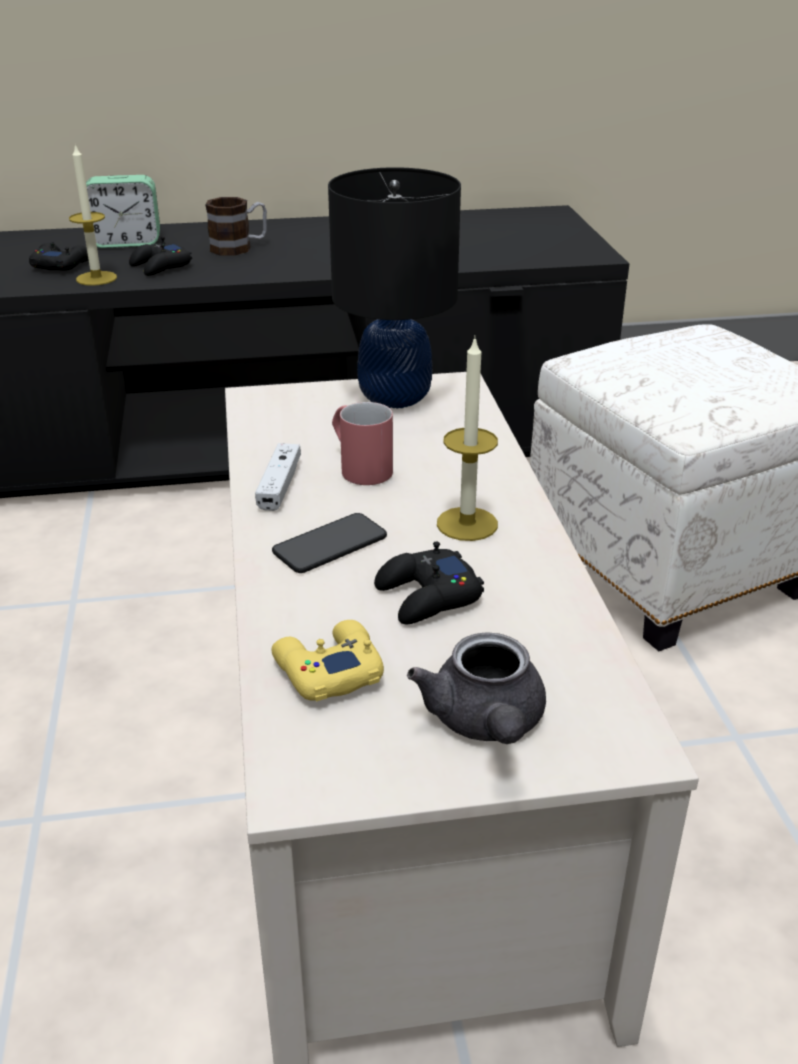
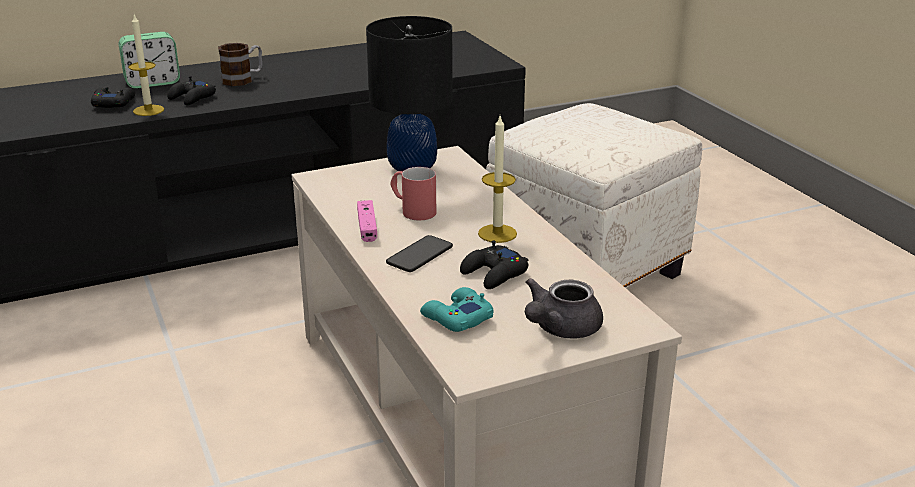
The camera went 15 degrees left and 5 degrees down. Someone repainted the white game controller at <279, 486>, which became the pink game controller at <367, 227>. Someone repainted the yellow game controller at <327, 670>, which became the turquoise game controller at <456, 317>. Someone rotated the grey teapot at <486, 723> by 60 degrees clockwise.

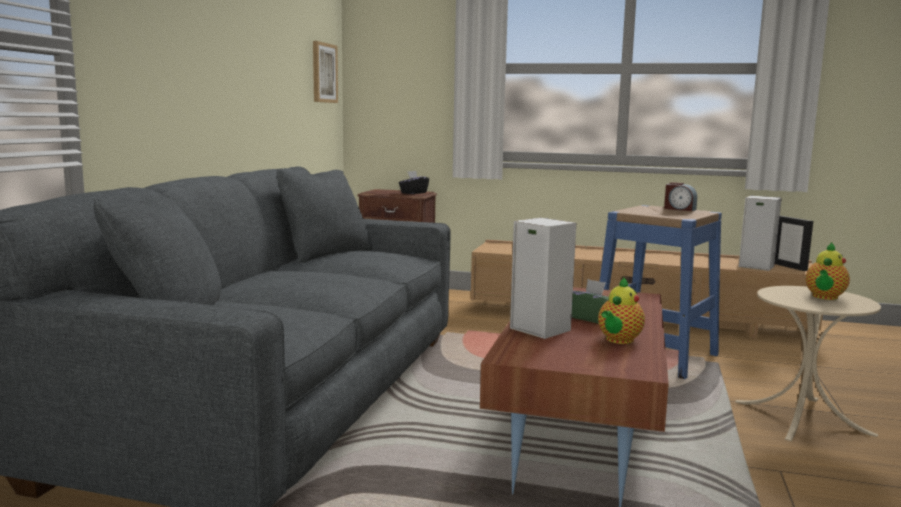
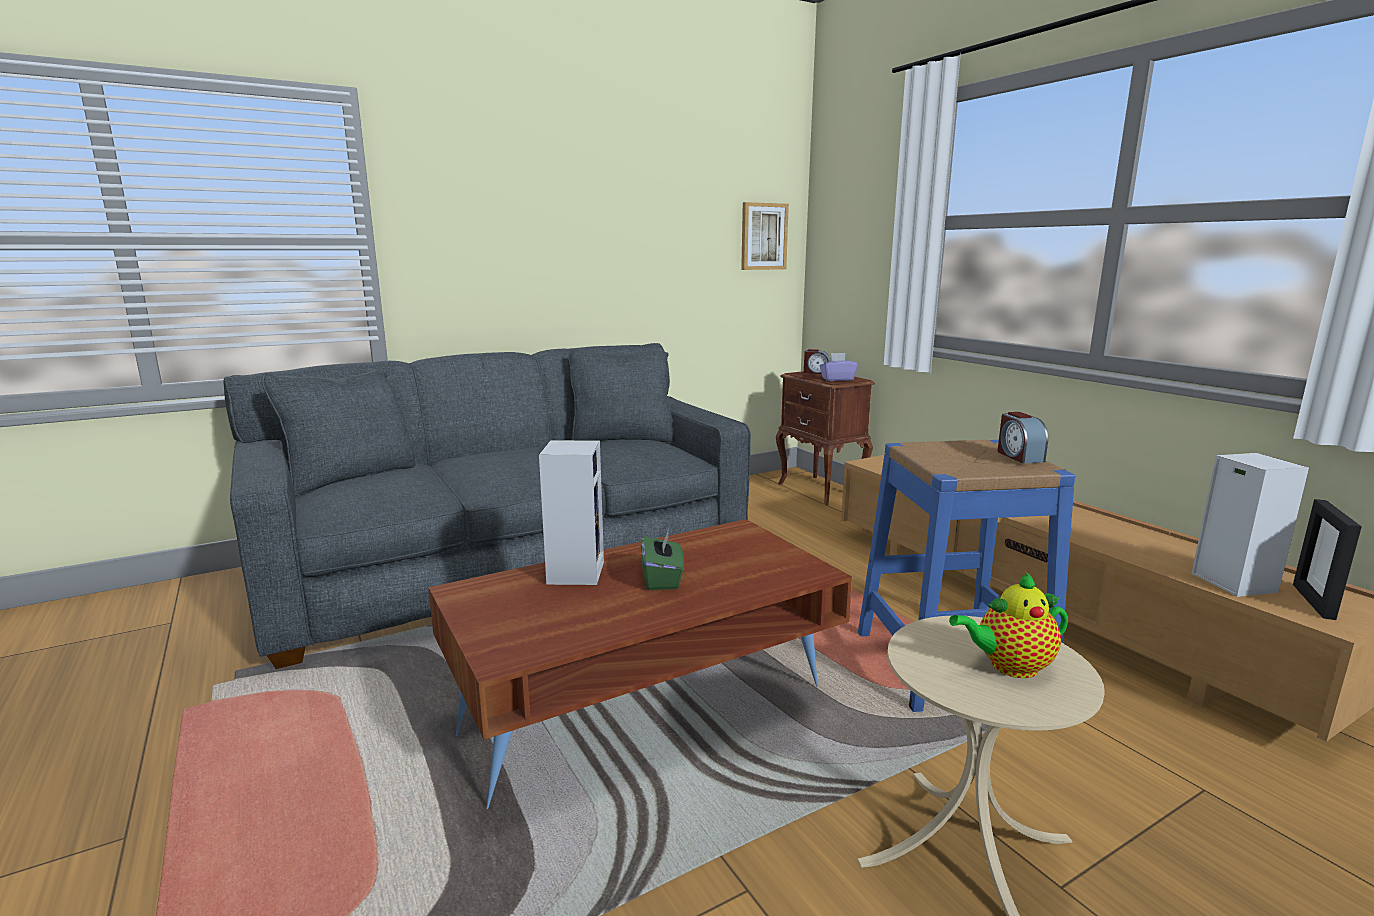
The camera went 45 degrees right and 5 degrees up. Someone repainted the black tissue box at <413, 193>, which became the purple tissue box at <837, 379>. Someone took away the teapot at <618, 340>. Someone put down the alarm clock at <816, 372>.

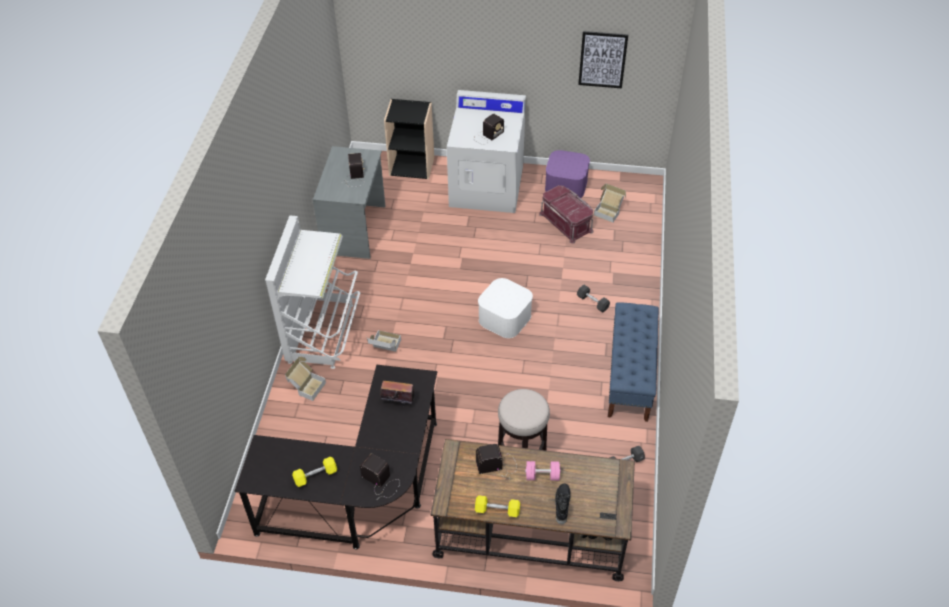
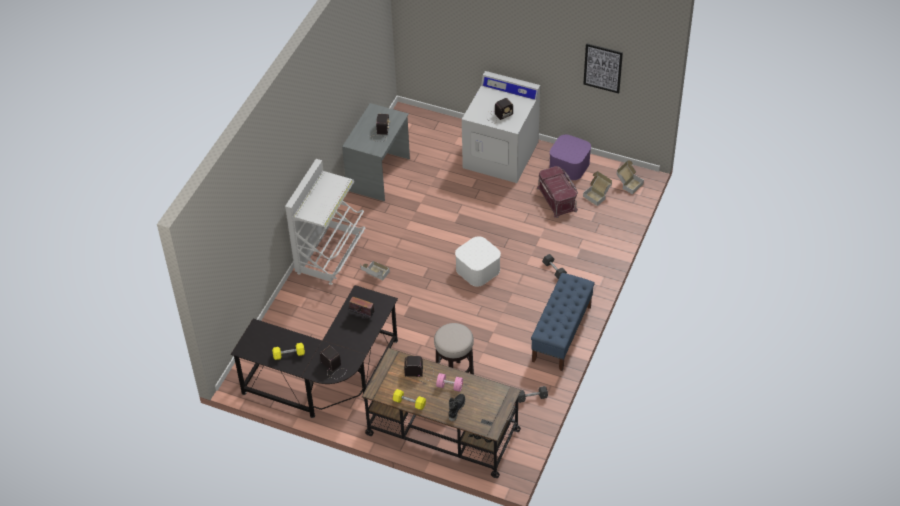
The camera went 15 degrees right and 0 degrees up. Someone took away the black bookcase at <412, 166>. Someone carried the cardboard box from <306, 386> to <628, 184>.

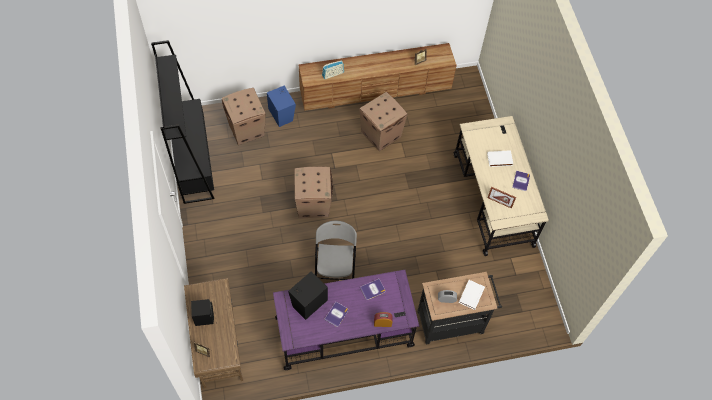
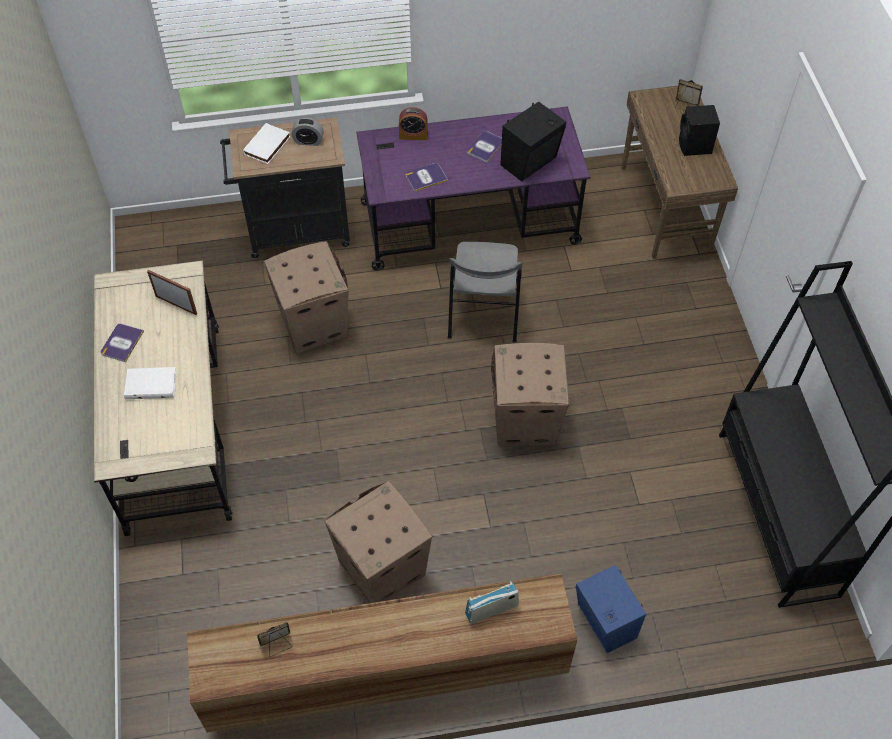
The camera went 175 degrees left and 5 degrees down. Someone carried the cardboard box from <247, 130> to <314, 323>.

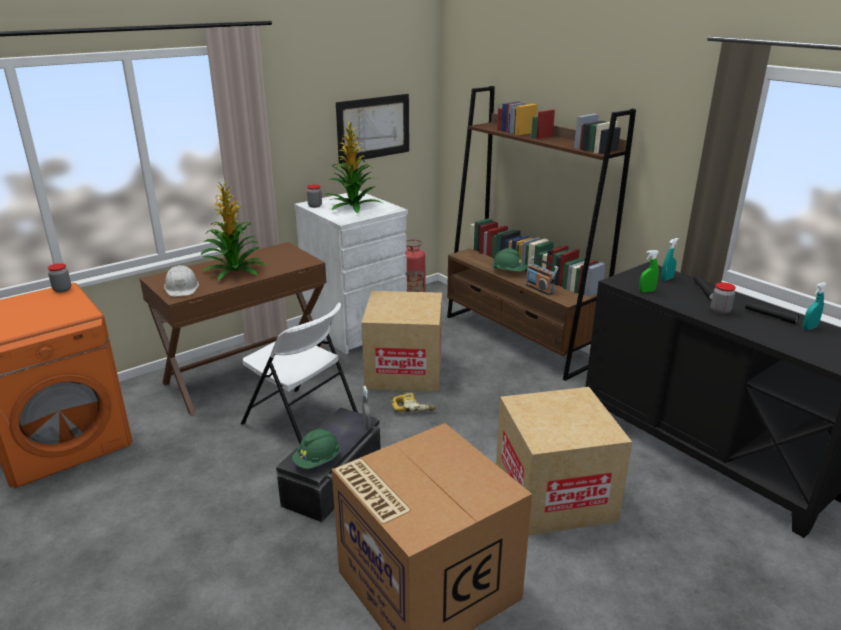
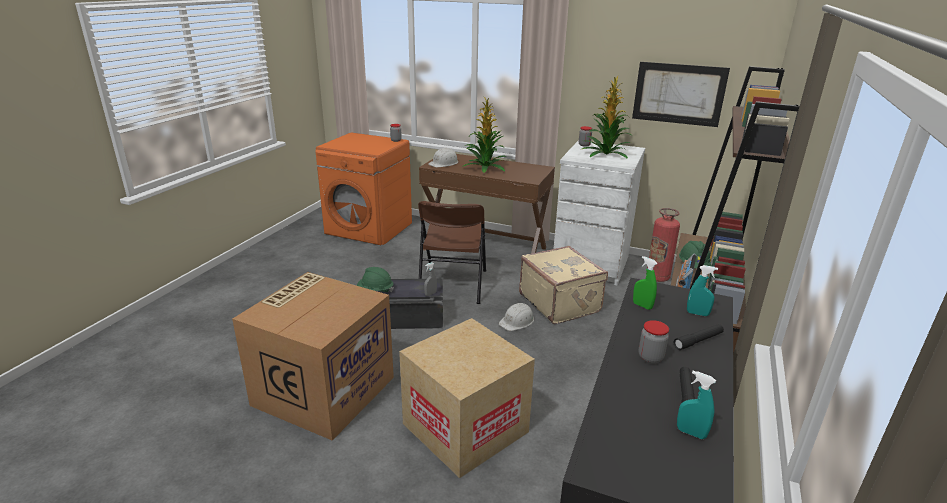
The camera went 60 degrees right and 0 degrees up. Someone swapped the cardboard box at <404, 371> for the beige suitcase at <560, 302>. Someone repainted the white chair at <300, 420>, which became the brown chair at <453, 284>. Someone swapped the power drill at <412, 406> for the white hard hat at <517, 321>.

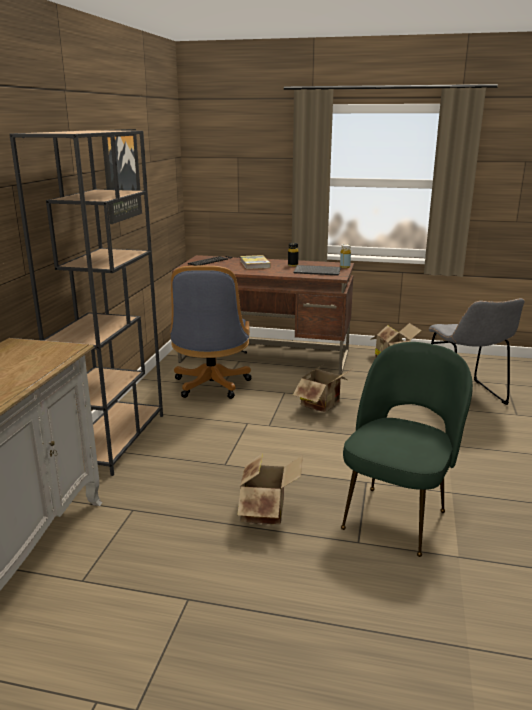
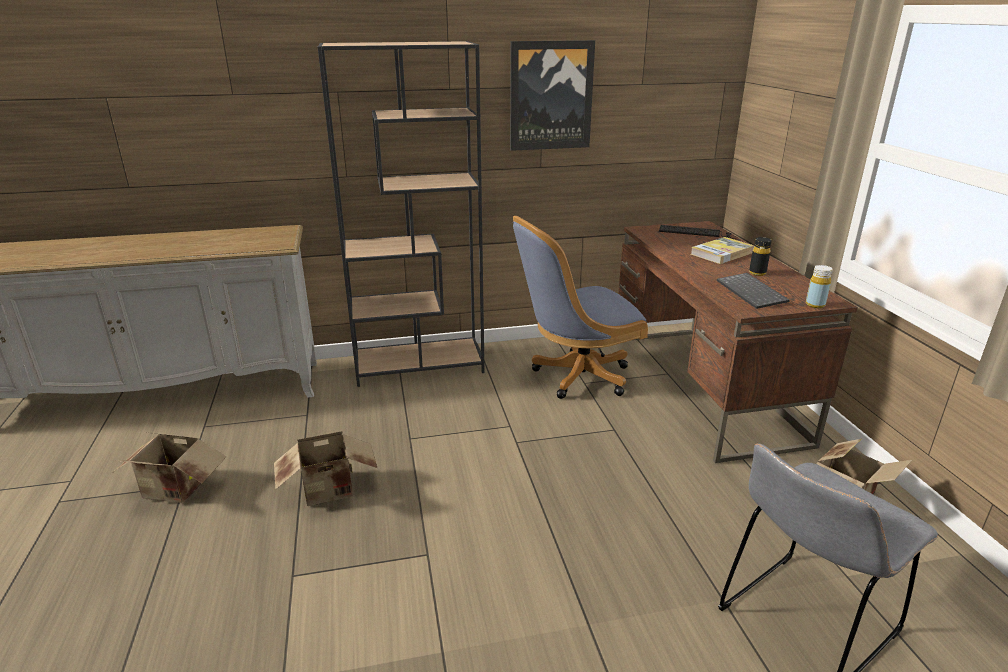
The camera went 65 degrees right and 5 degrees up. Someone took away the green chair at <397, 515>. Someone carried the cardboard box from <323, 405> to <174, 491>.

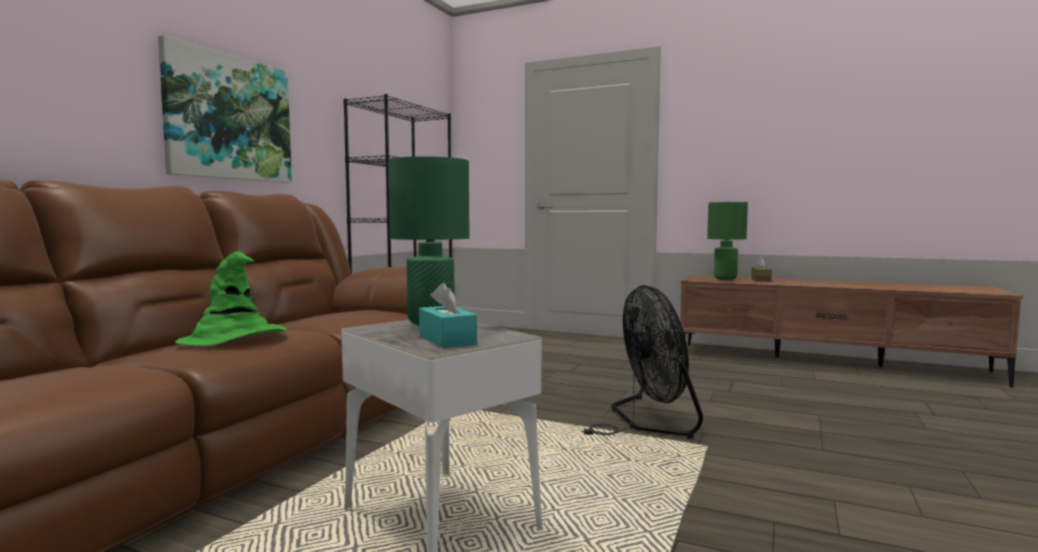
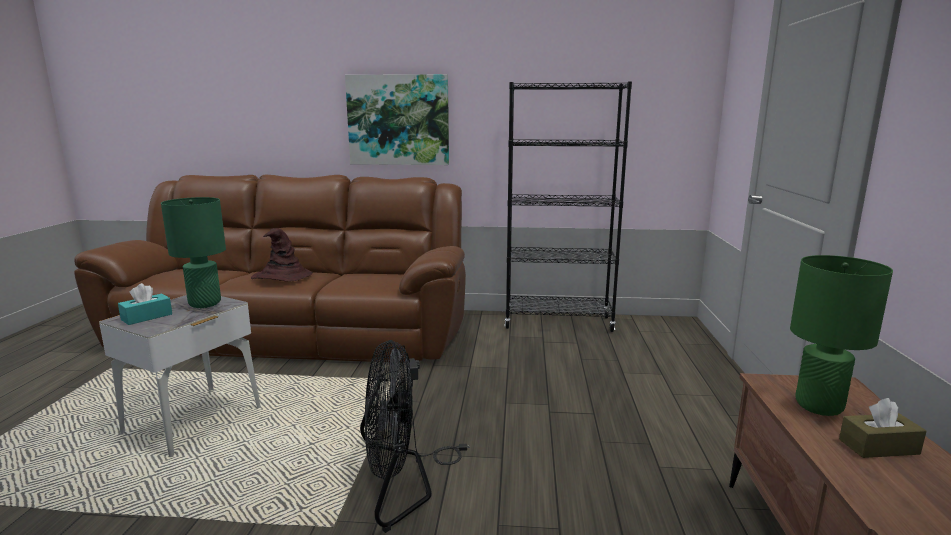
The camera went 70 degrees right and 10 degrees up. Someone repainted the green hat at <233, 338>, which became the brown hat at <281, 277>. Someone rotated the black fan at <641, 419> by 105 degrees clockwise.

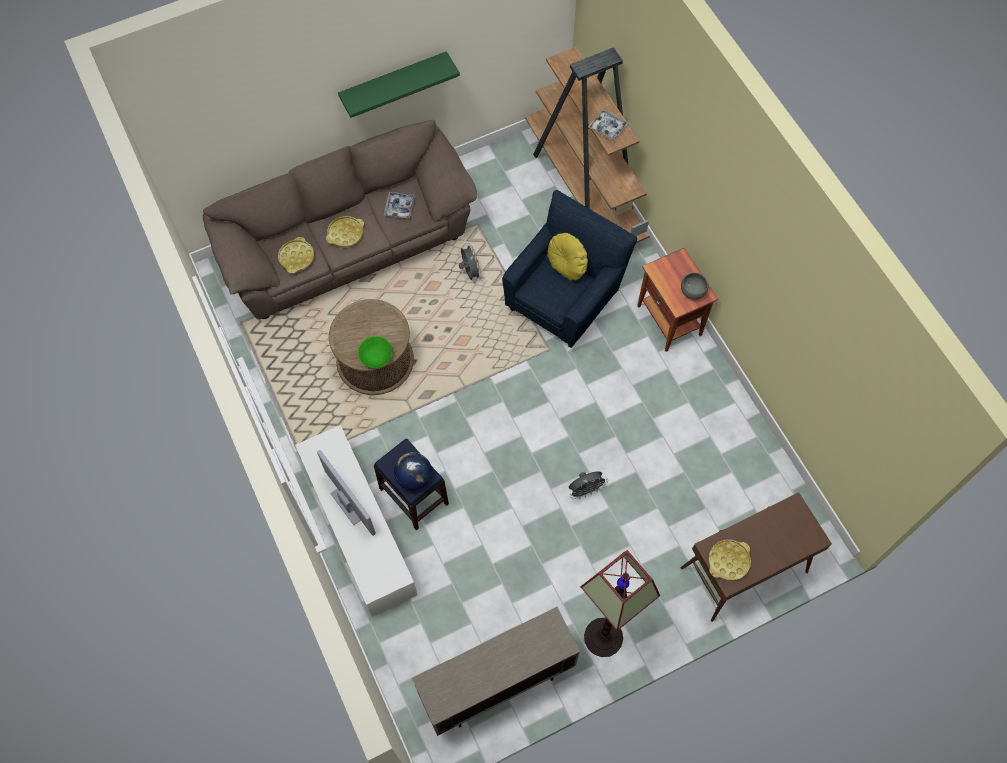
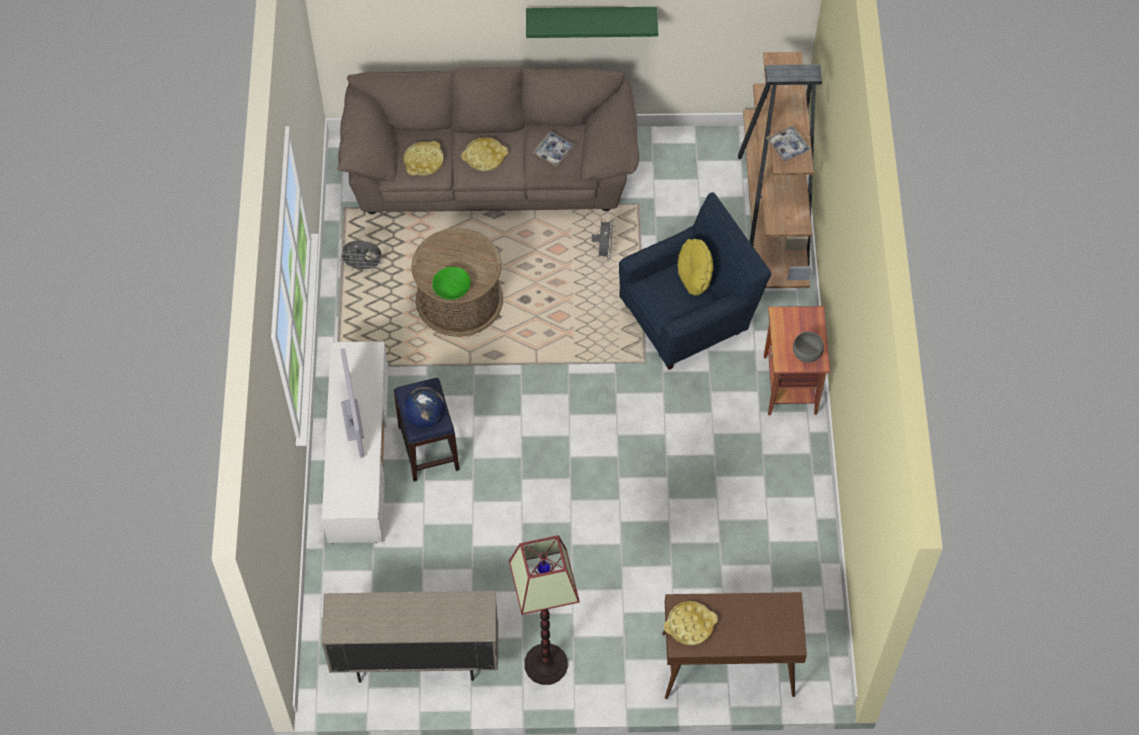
The camera went 25 degrees right and 5 degrees down. Someone carried the grey fan from <585, 490> to <363, 266>.

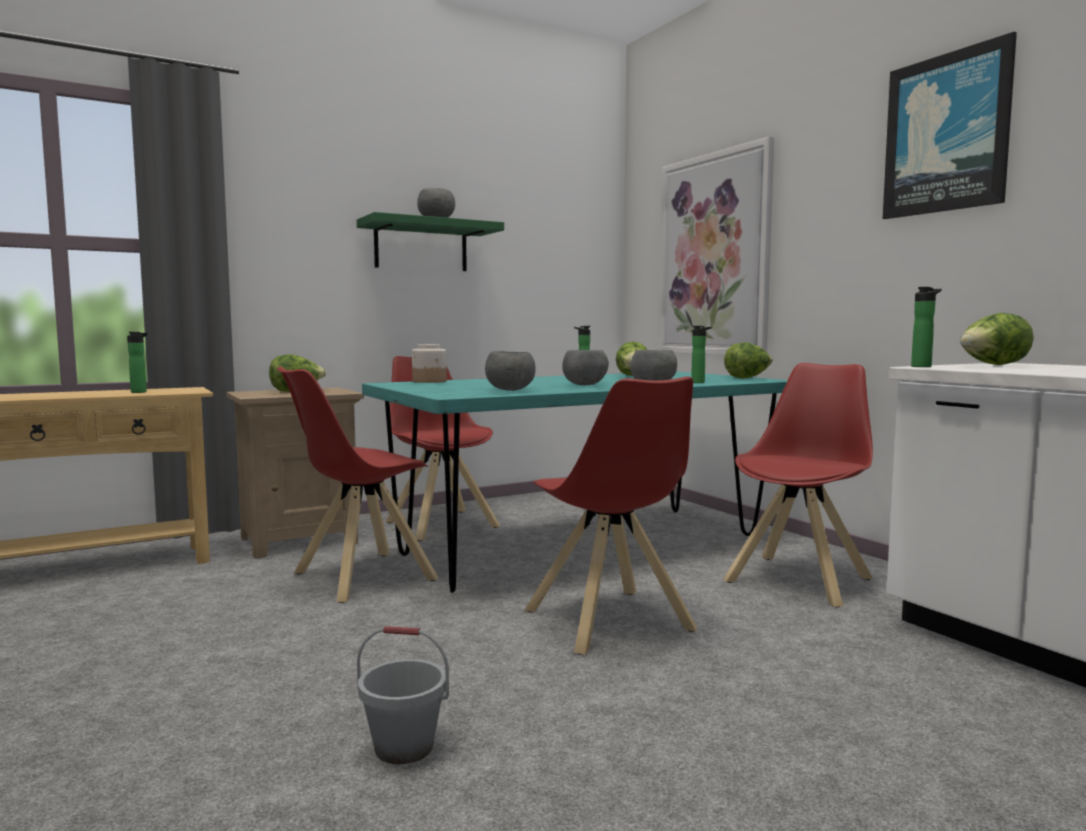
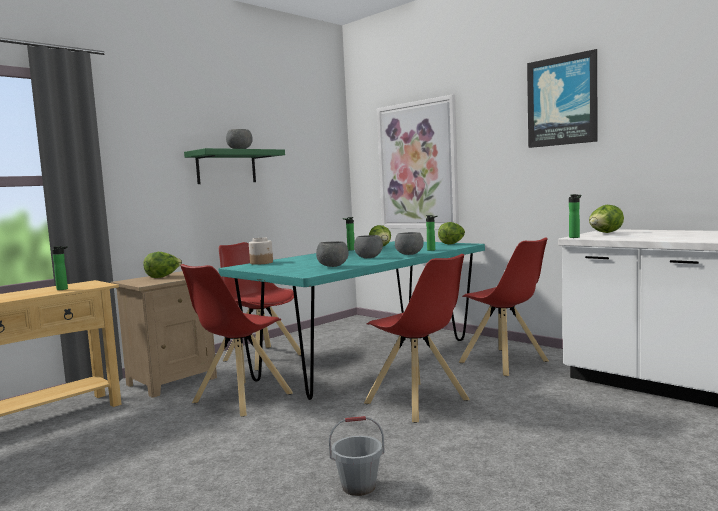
The camera went 15 degrees left and 0 degrees up. Someone rotated the red chair at <800, 578> by 120 degrees clockwise.

